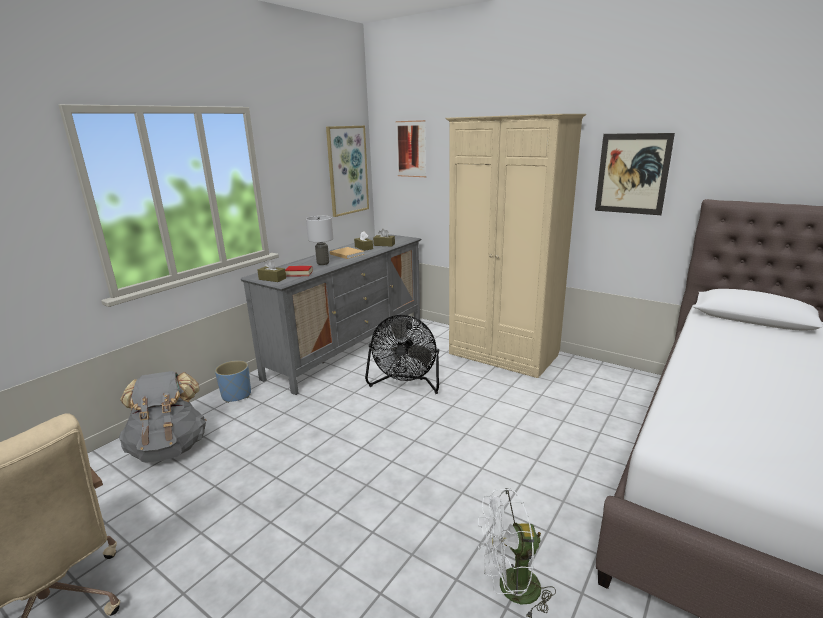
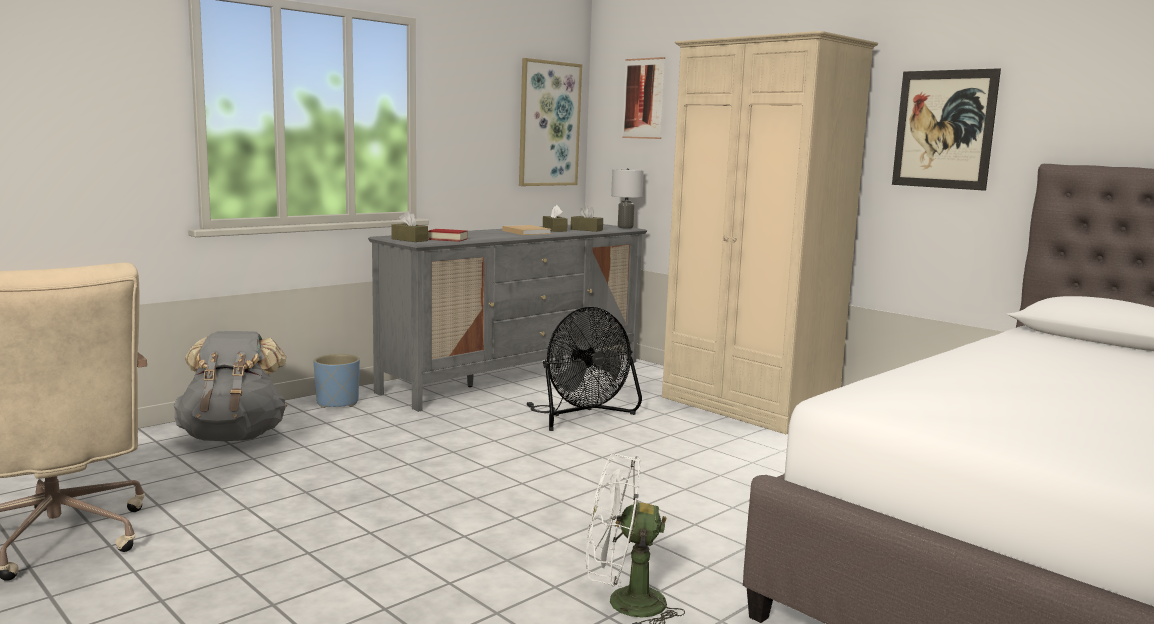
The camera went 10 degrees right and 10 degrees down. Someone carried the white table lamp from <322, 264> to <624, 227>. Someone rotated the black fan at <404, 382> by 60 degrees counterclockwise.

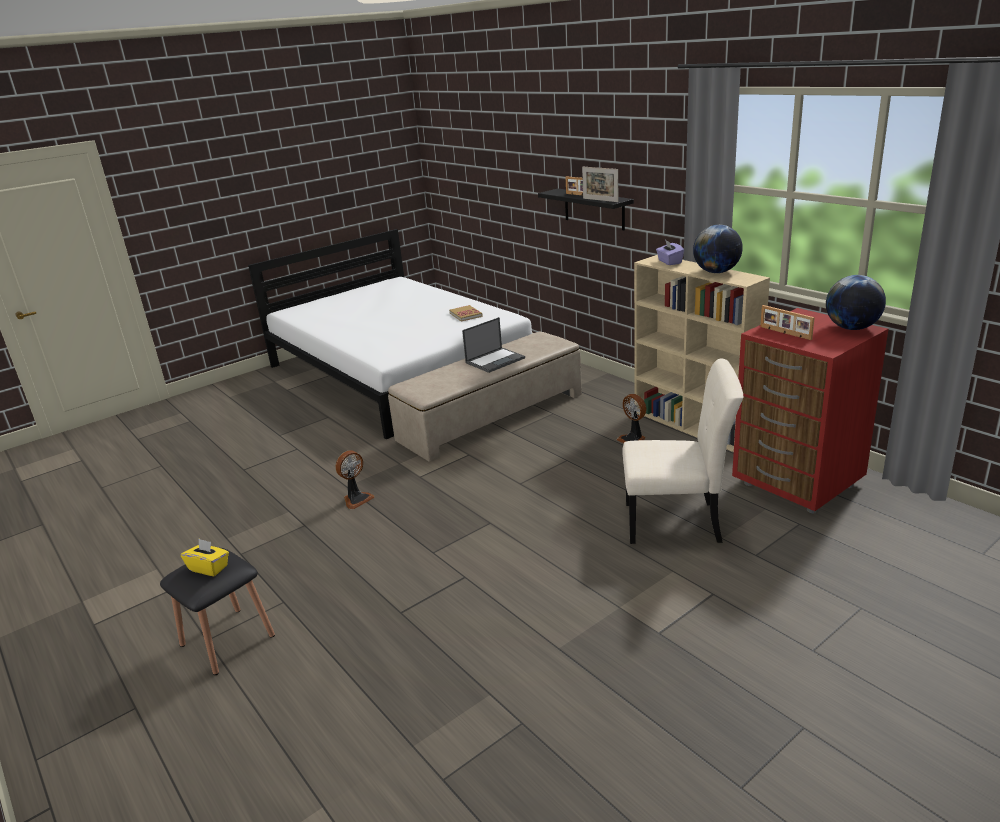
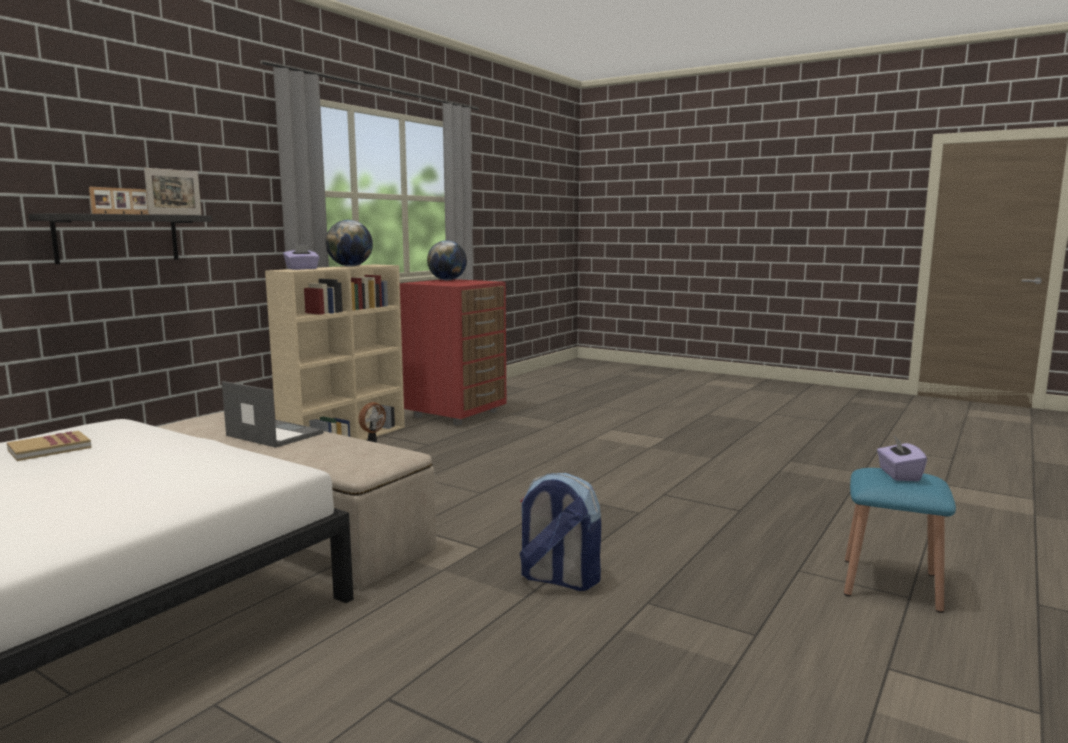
The camera went 110 degrees left and 15 degrees down. Someone took away the picture frame at <785, 333>. Someone took away the beige chair at <677, 523>. Someone swapped the fan at <356, 499> for the backpack at <558, 579>. Someone repainted the yellow tissue box at <209, 568>, which became the purple tissue box at <898, 475>. Someone repainted the black stool at <227, 640>, which became the blue stool at <890, 584>.

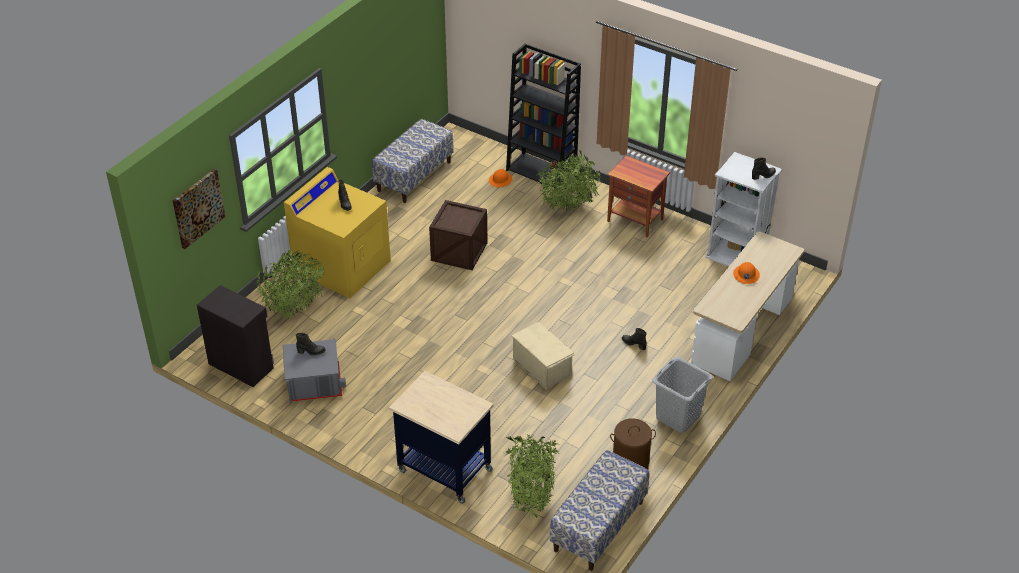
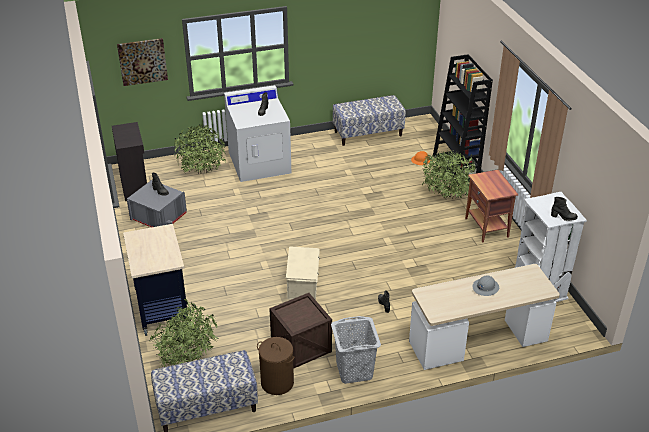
The camera went 40 degrees right and 5 degrees down. Someone repainted the yellow washing machine at <342, 266>, which became the white washing machine at <260, 162>. Someone carried the crate from <459, 251> to <301, 346>. Someone repainted the orange hard hat at <746, 275>, which became the grey hard hat at <485, 287>.

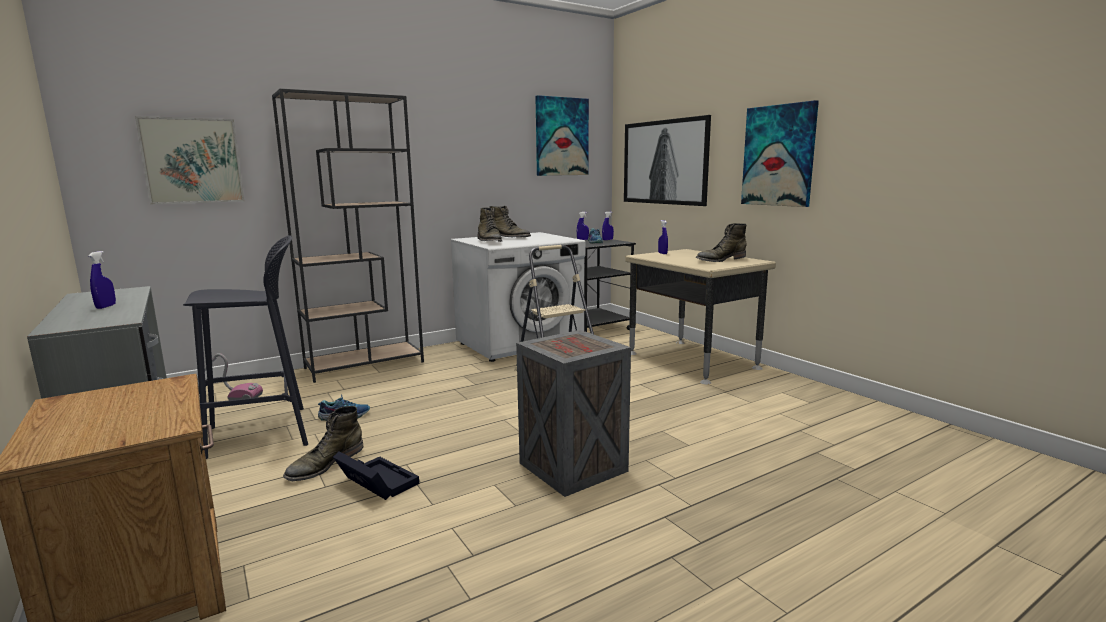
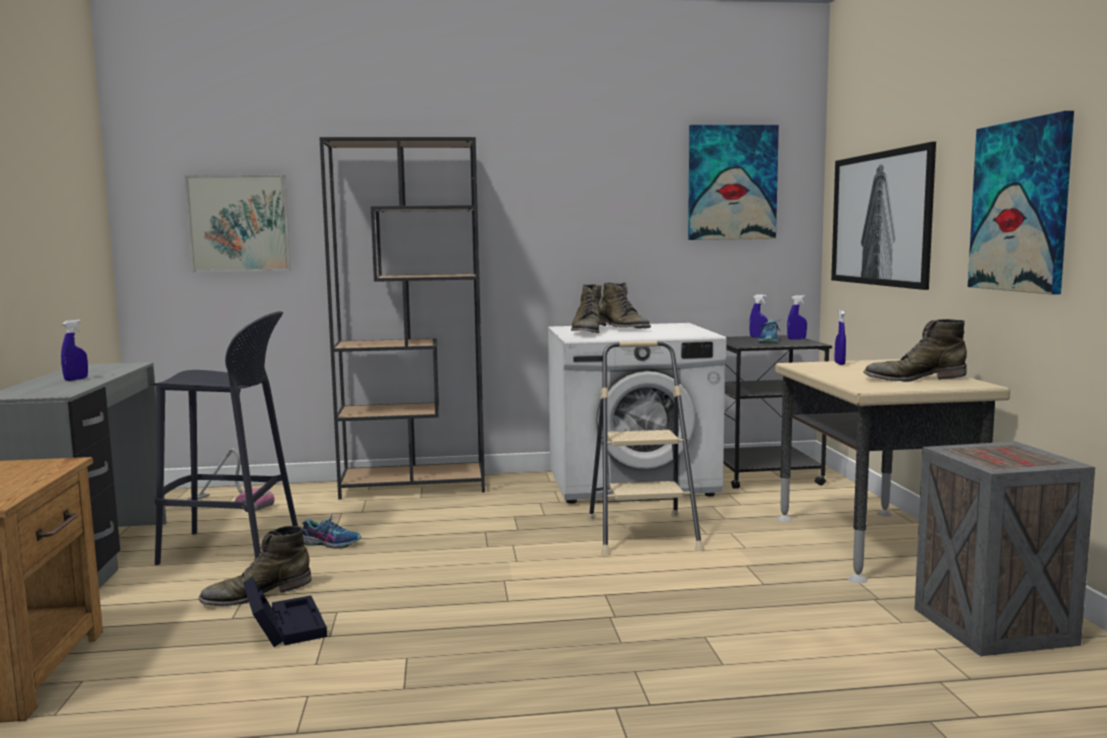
The camera went 25 degrees right and 5 degrees down. Someone carried the crate from <573, 466> to <994, 625>.

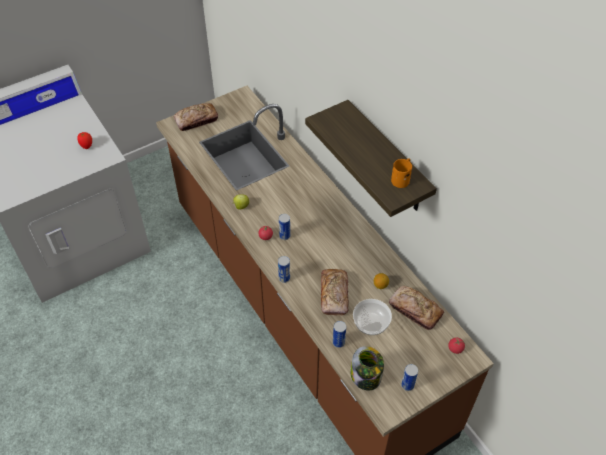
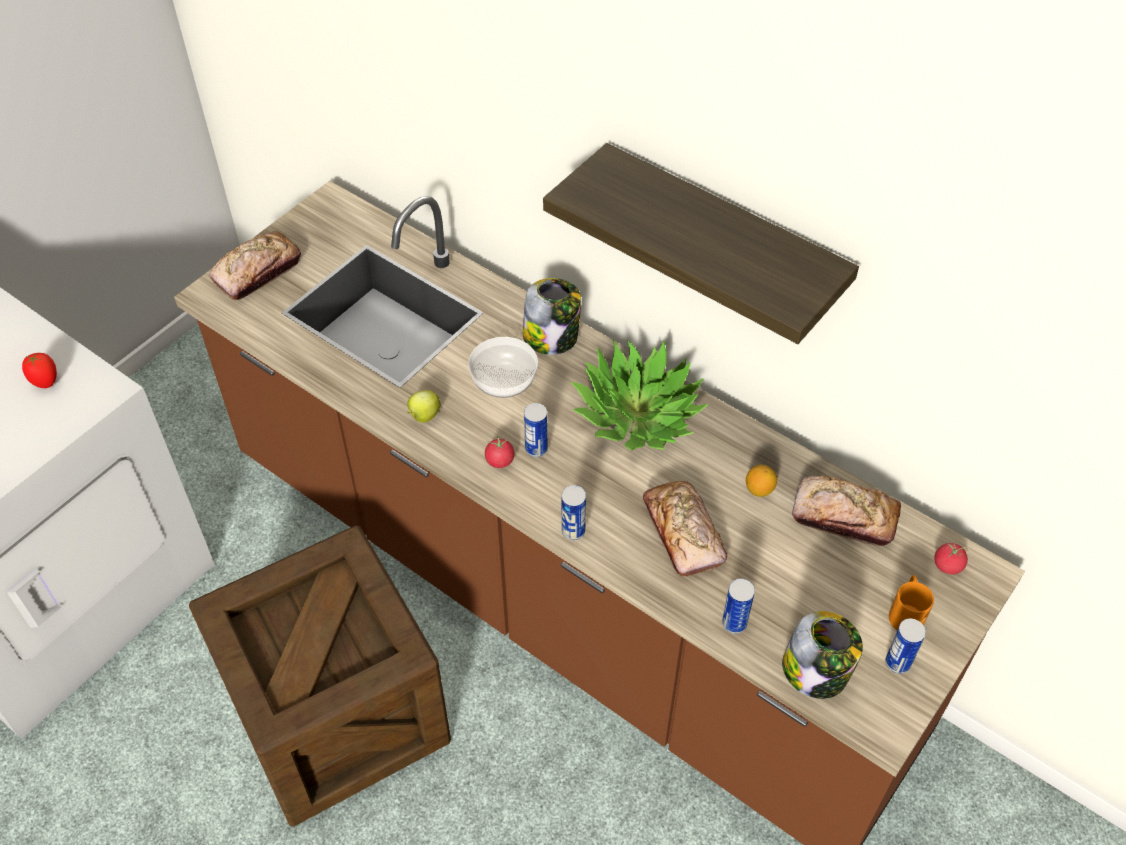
The camera went 20 degrees left and 0 degrees up. Someone carried the orange mug from <402, 178> to <906, 612>. Someone carried the bowl from <370, 322> to <503, 379>. Someone put down the jar at <552, 337>. Someone put down the potted plant at <637, 414>. Someone put down the crate at <337, 714>.

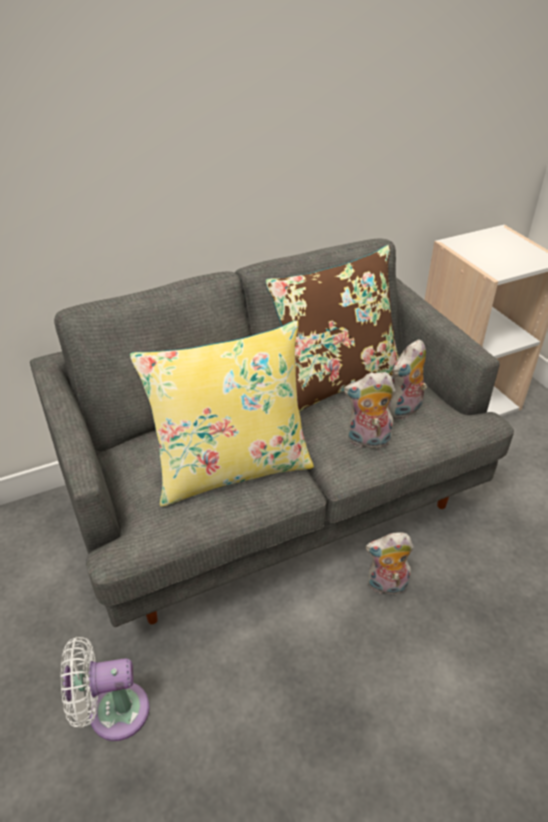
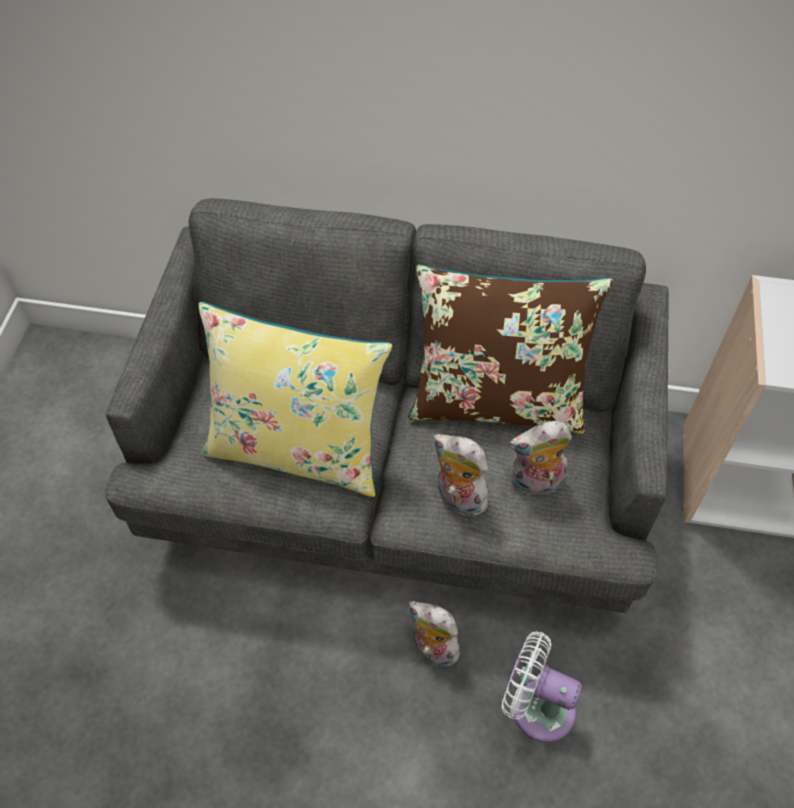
The camera went 35 degrees right and 15 degrees up. Someone carried the white fan from <112, 712> to <536, 707>.

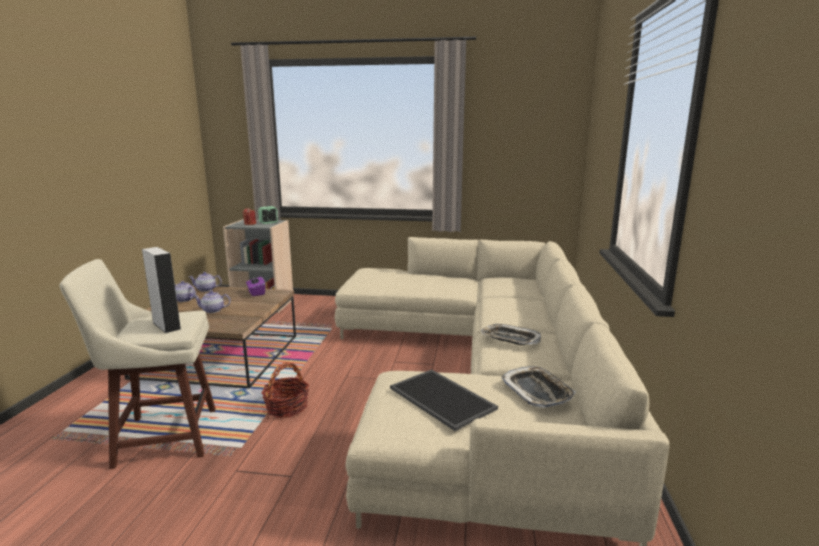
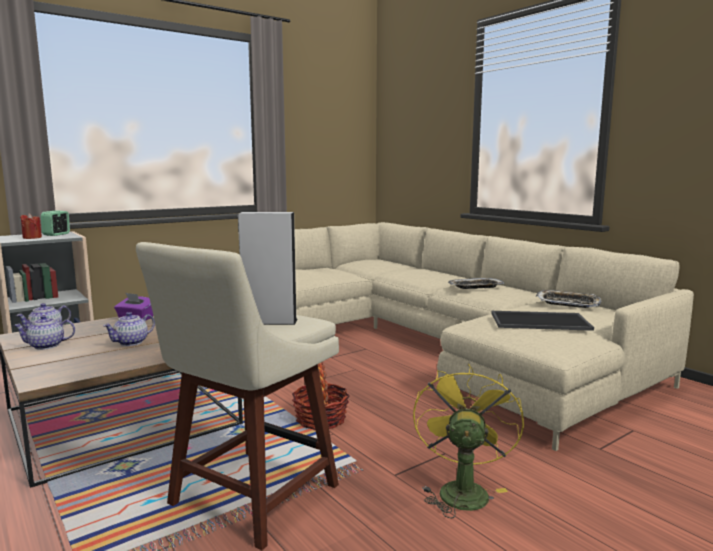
The camera went 45 degrees left and 5 degrees down. Someone put down the yellow fan at <461, 489>.

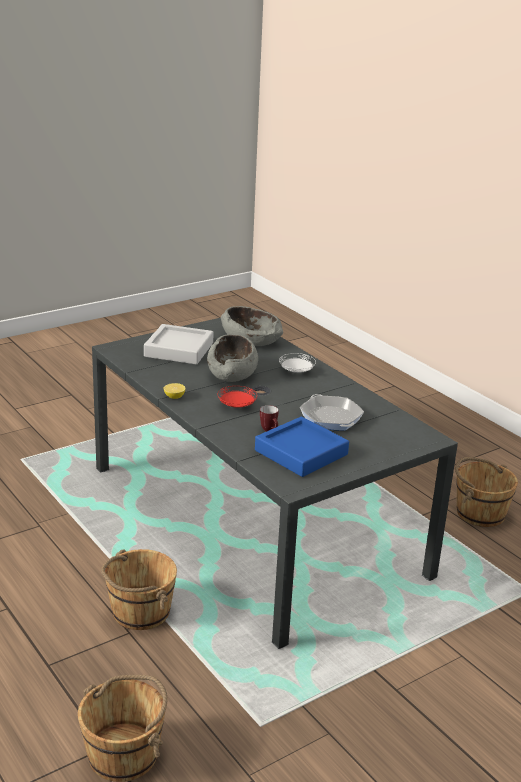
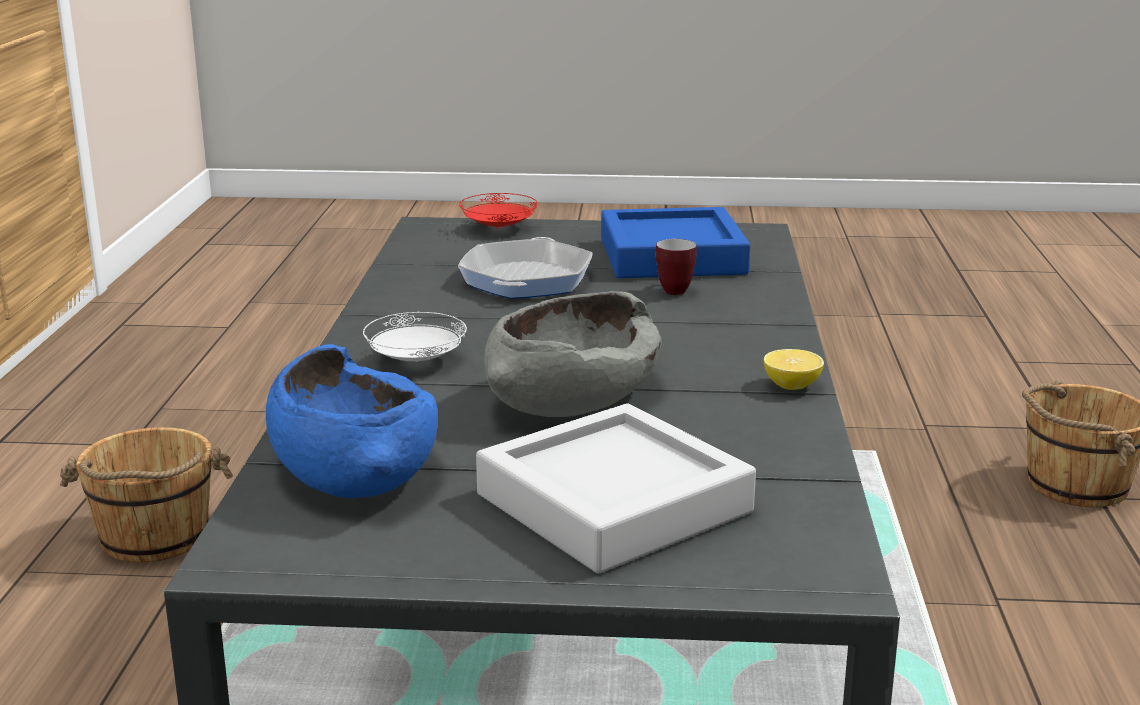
The camera went 140 degrees left and 5 degrees down. Someone repainted the grey bowl at <251, 340>, which became the blue bowl at <353, 469>. Someone carried the red plate from <236, 406> to <499, 228>. Someone took away the brown bucket at <139, 612>.

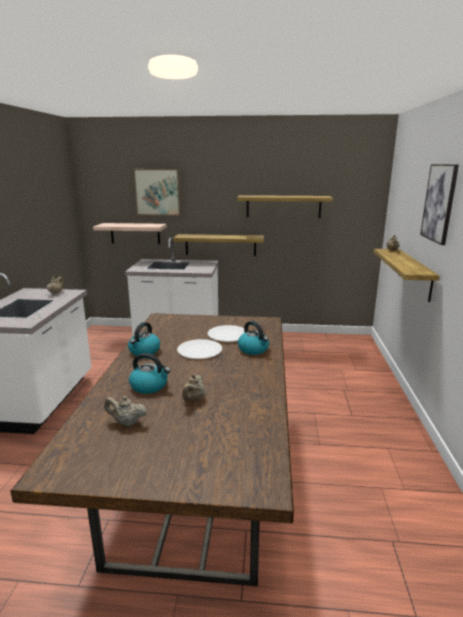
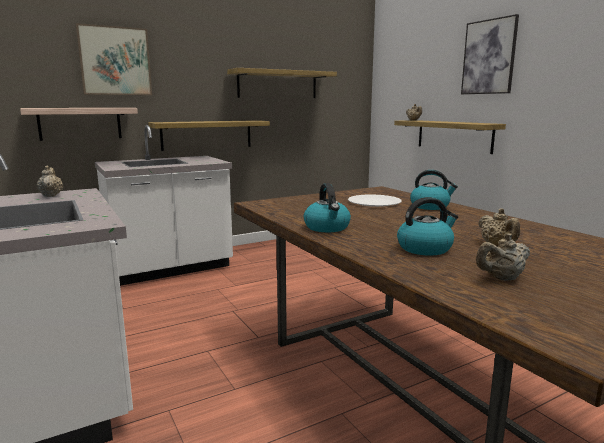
The camera went 35 degrees left and 5 degrees down. Someone took away the white plate at <199, 350>.

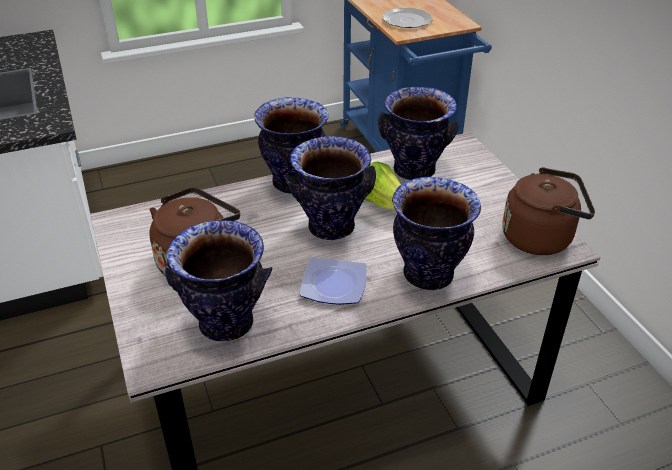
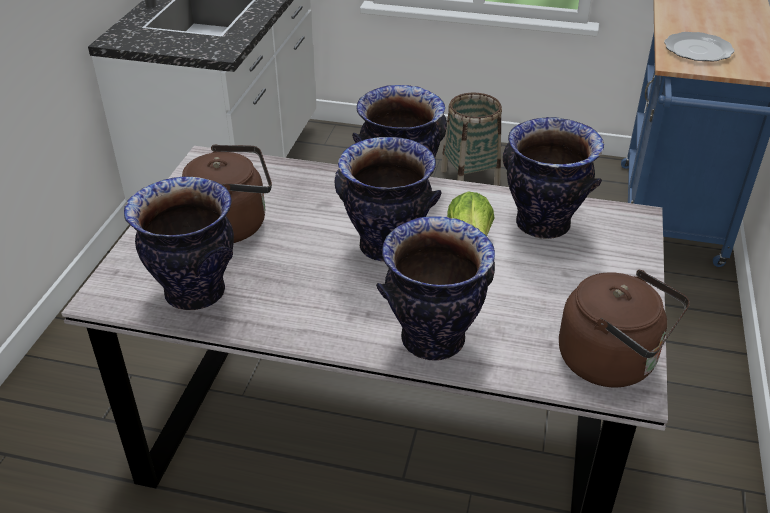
The camera went 35 degrees right and 0 degrees up. Someone took away the plate at <333, 284>. Someone put down the basket at <469, 177>.

